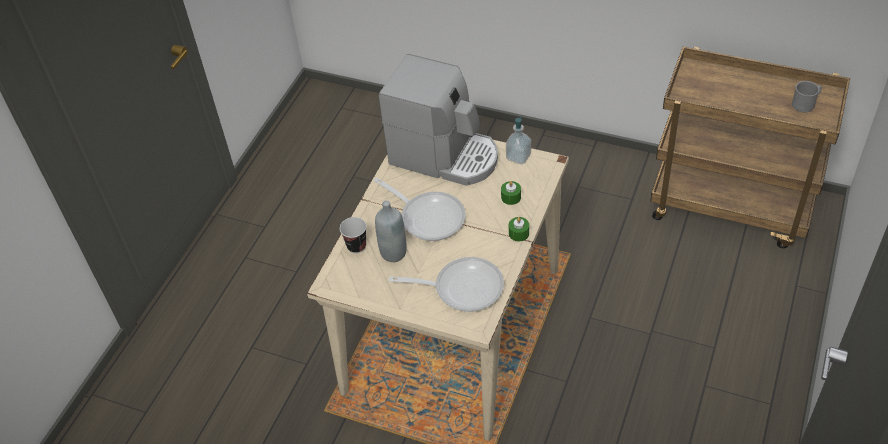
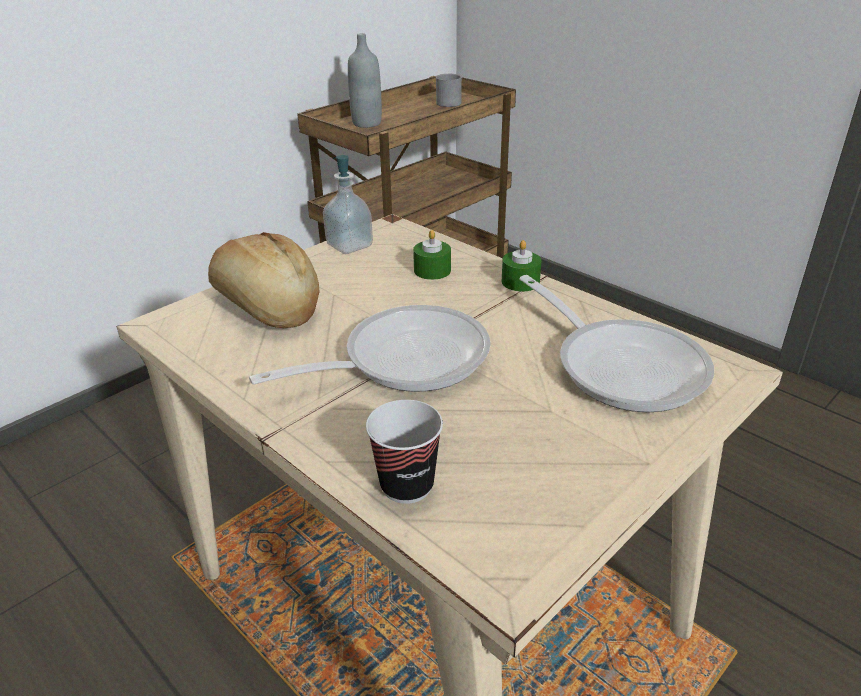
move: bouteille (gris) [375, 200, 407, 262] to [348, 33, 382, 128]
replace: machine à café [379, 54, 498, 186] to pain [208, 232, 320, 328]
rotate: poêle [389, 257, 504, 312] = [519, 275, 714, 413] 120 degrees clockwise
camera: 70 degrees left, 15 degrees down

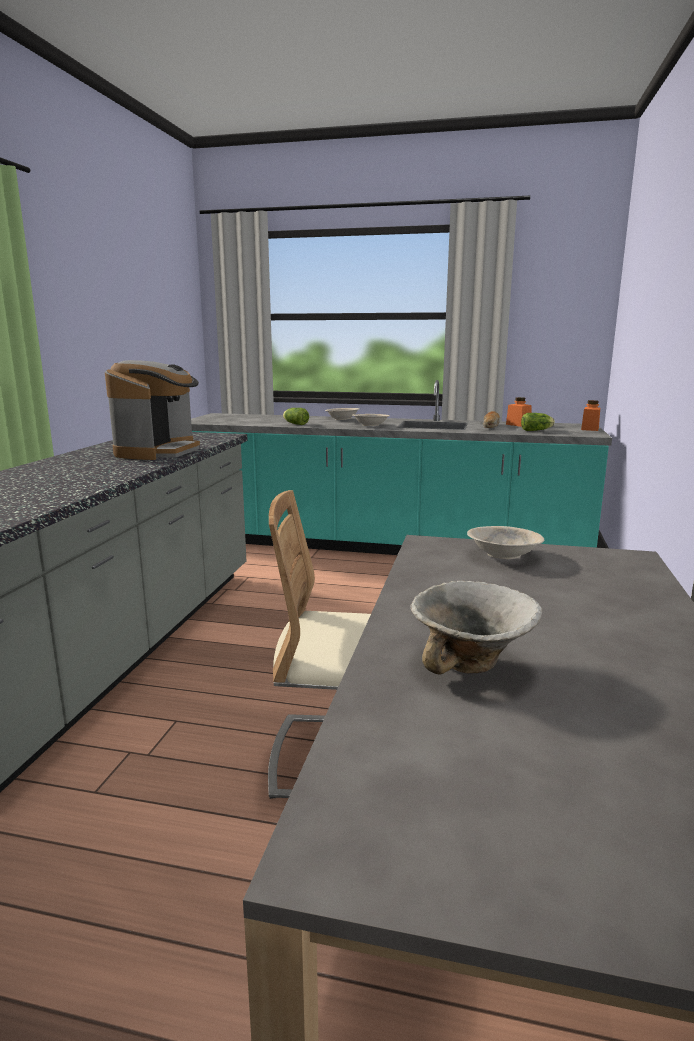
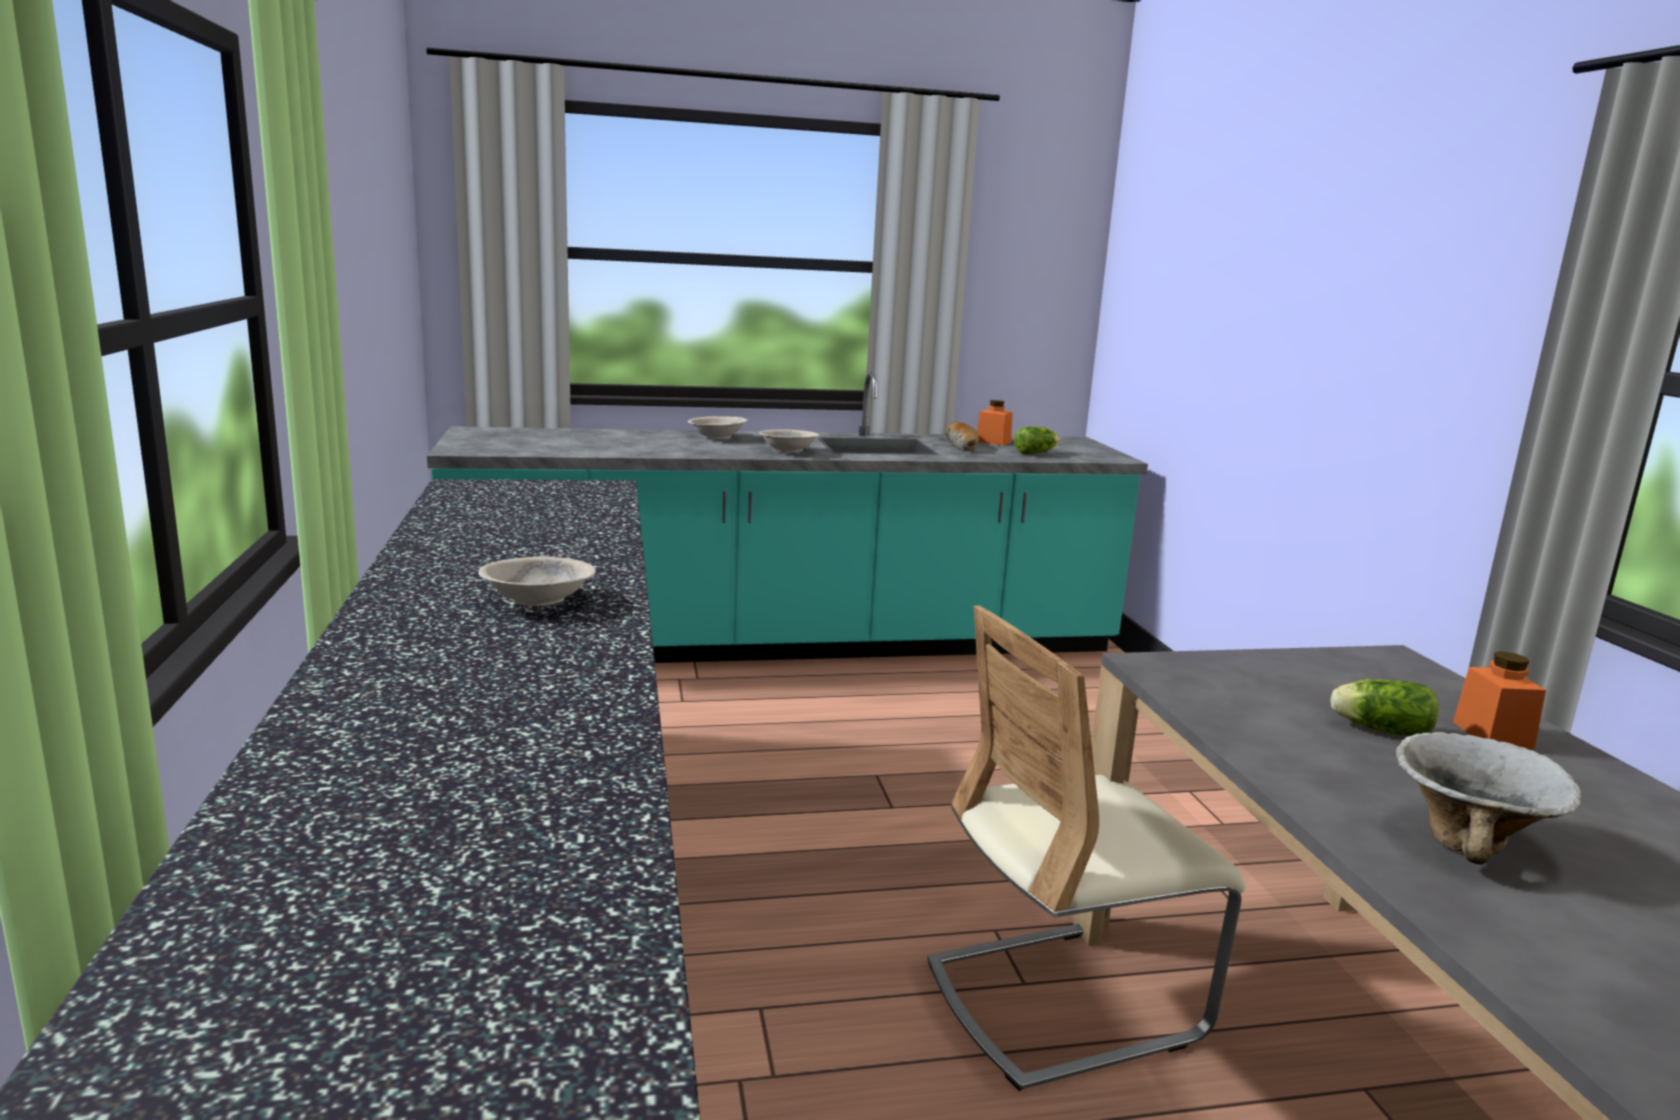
delete: machine à café [105, 360, 200, 460]
move: bocal (orange) [581, 400, 600, 431] to [1453, 651, 1546, 750]; laitue [283, 408, 309, 425] to [1331, 679, 1439, 736]; bol (beige) [467, 526, 544, 559] to [478, 556, 596, 606]
camera: 25 degrees left, 0 degrees up

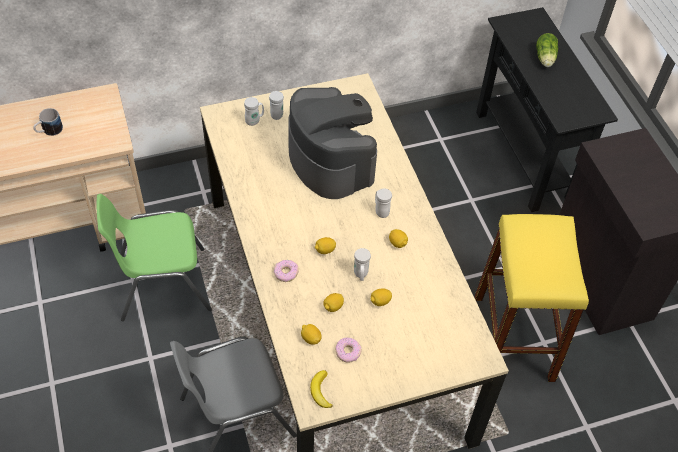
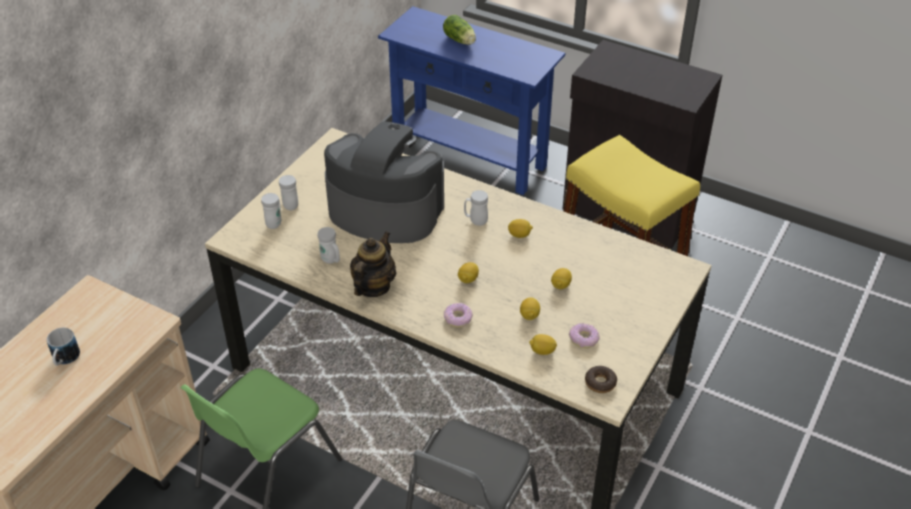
insert: théière [350, 231, 396, 297]
move: mug (blanc) [354, 248, 371, 281] to [318, 227, 340, 264]
replace: banane [310, 370, 333, 408] to beignet [585, 366, 617, 393]
recolor: table console (noir) [476, 7, 618, 212] to table console (bleu) [378, 6, 565, 195]
camera: 40 degrees left, 10 degrees down

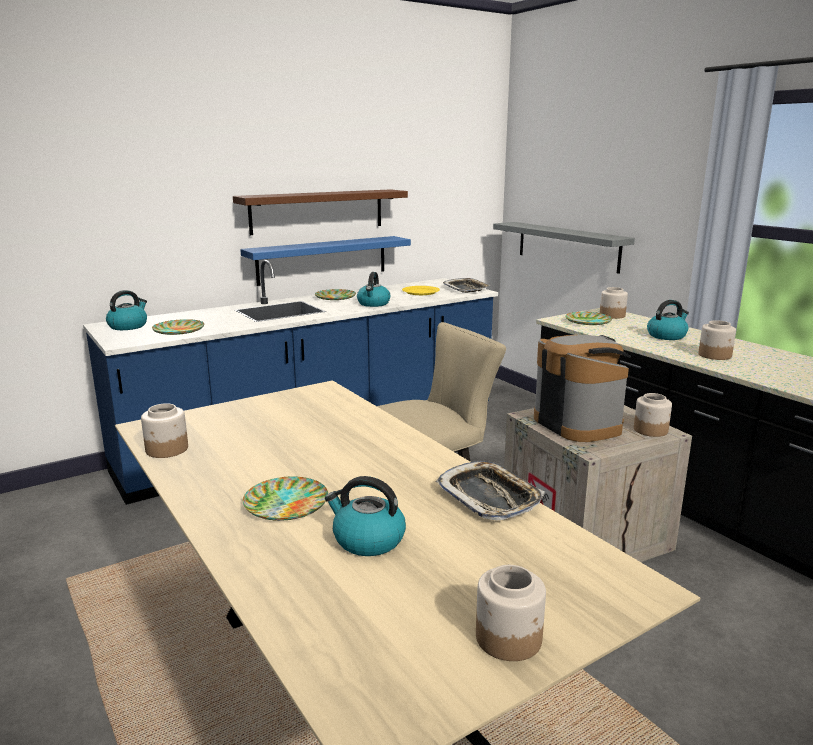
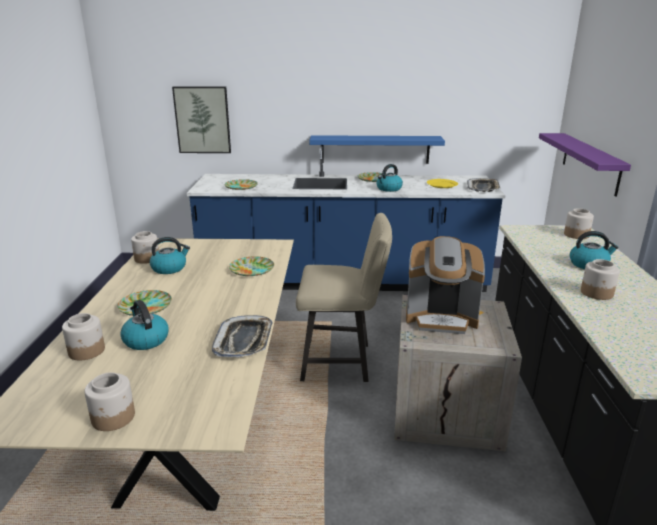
delete: étagère (marron) [233, 189, 408, 235]
insert: tableau [172, 86, 231, 153]
move: bouilloire [106, 290, 147, 330] to [150, 237, 190, 274]; assiette [565, 312, 612, 325] to [229, 257, 274, 276]; bocal [634, 393, 672, 437] to [62, 313, 105, 360]
recolor: étagère (gris) [493, 222, 635, 274] to étagère (violet) [539, 133, 631, 197]
rotate: machine à café [534, 335, 631, 442] = [406, 236, 485, 334] 90 degrees clockwise
camera: 35 degrees right, 5 degrees up

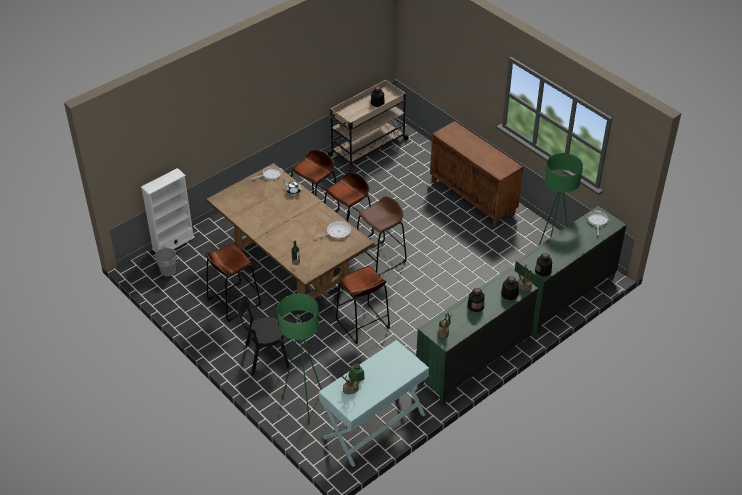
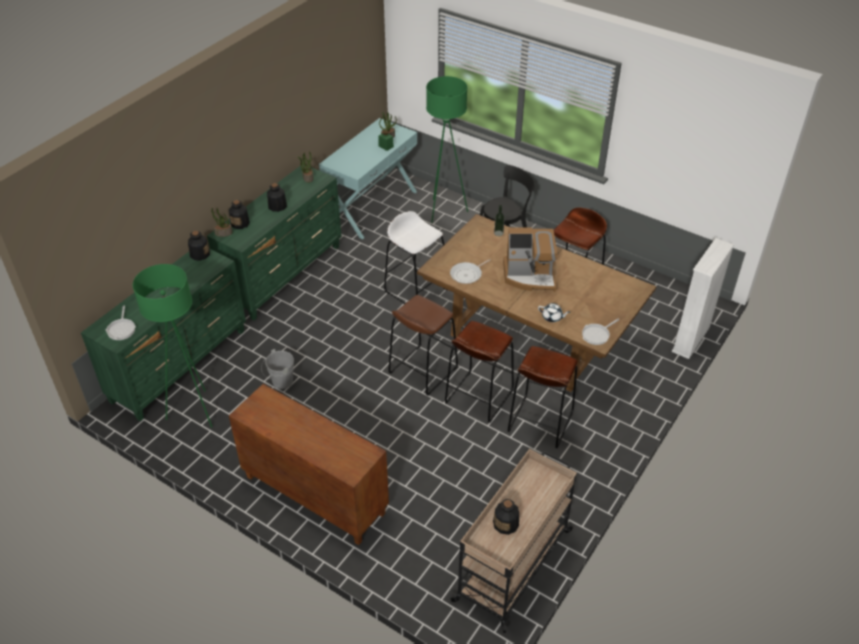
insert: machine à café [503, 227, 557, 292]
move: seau (gris) [155, 246, 181, 277] to [261, 349, 294, 389]
recolor: tabouret (marron) [336, 266, 390, 344] to tabouret (blanc) [384, 211, 447, 304]
camera: 165 degrees right, 0 degrees up

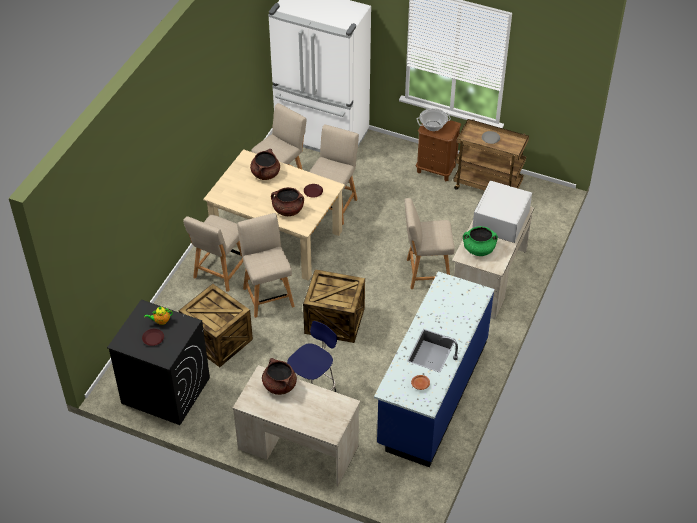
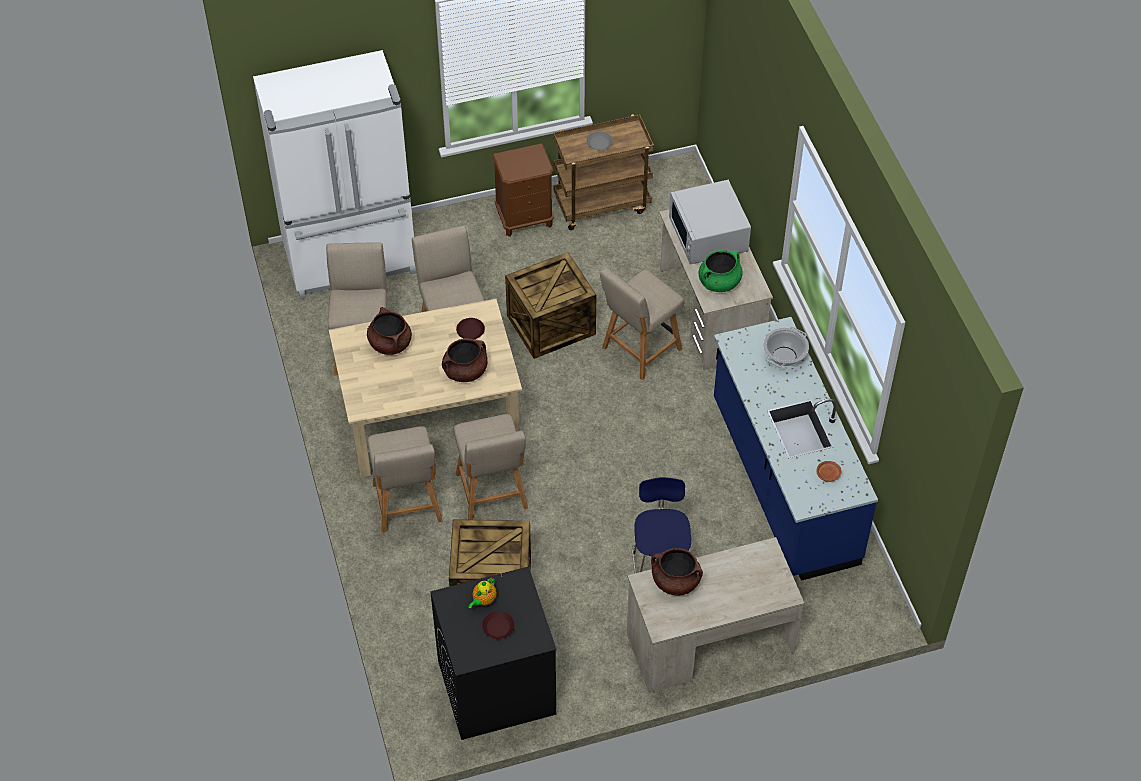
move: marmite [417, 108, 451, 131] to [763, 327, 809, 368]; caisse [303, 269, 365, 343] to [505, 252, 596, 359]
rotate: chaise (beige) [237, 213, 295, 318] = [454, 414, 528, 520] 135 degrees counterclockwise
camera: 40 degrees left, 5 degrees up

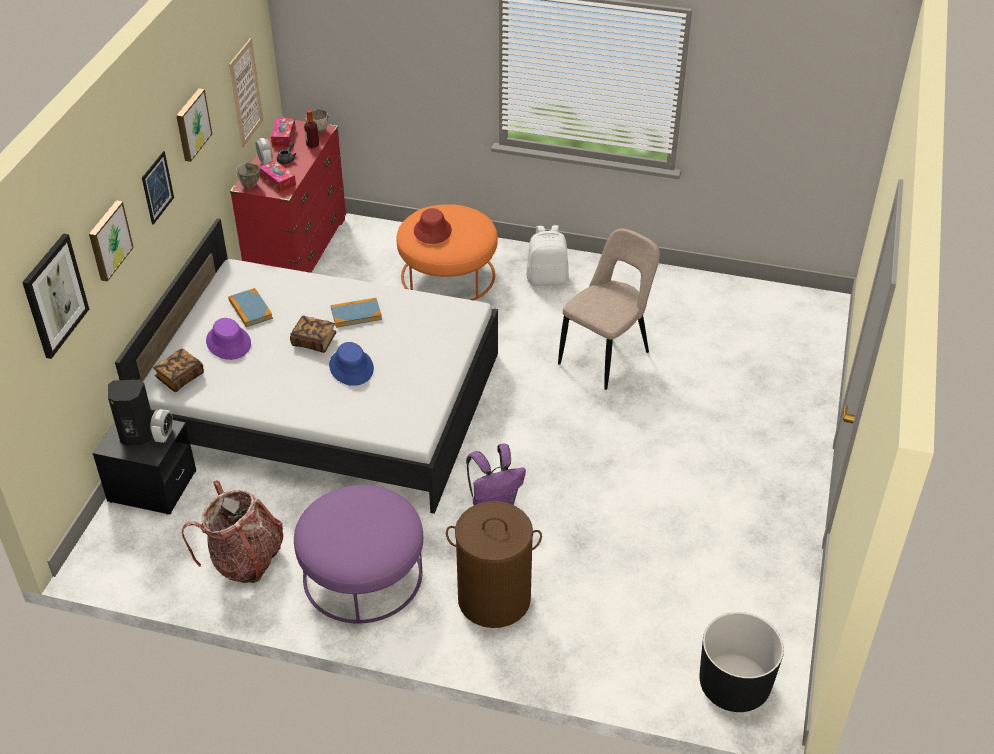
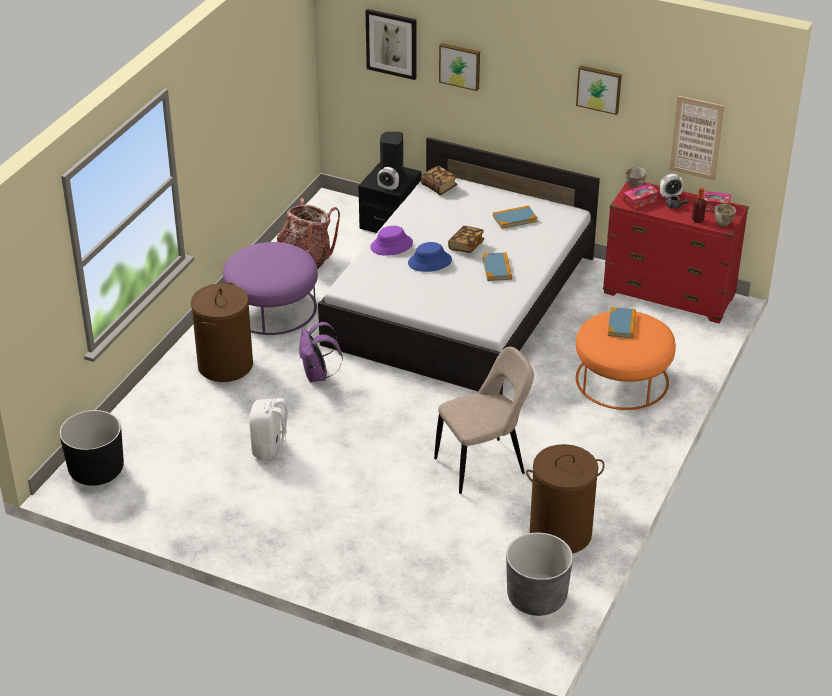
delete: tableau [142, 151, 174, 225]
insert: panier à linge (marron) [526, 444, 605, 554]; cache-pot (gris) [506, 533, 573, 616]
move: sac à dos (blanc) [526, 225, 569, 286] to [249, 398, 296, 461]; chapeau (violet) [206, 318, 251, 360] to [370, 226, 413, 256]
replace: chapeau (rouge) [414, 208, 452, 244] to livre [608, 307, 636, 338]
rotate: chaise (beige) [558, 229, 660, 390] = [434, 347, 534, 494] 75 degrees counterclockwise
camera: 100 degrees right, 5 degrees down

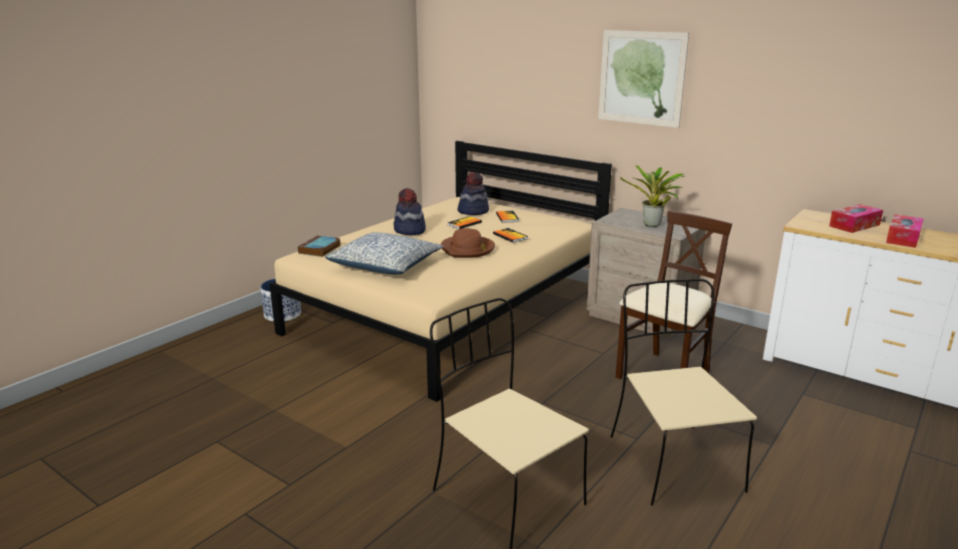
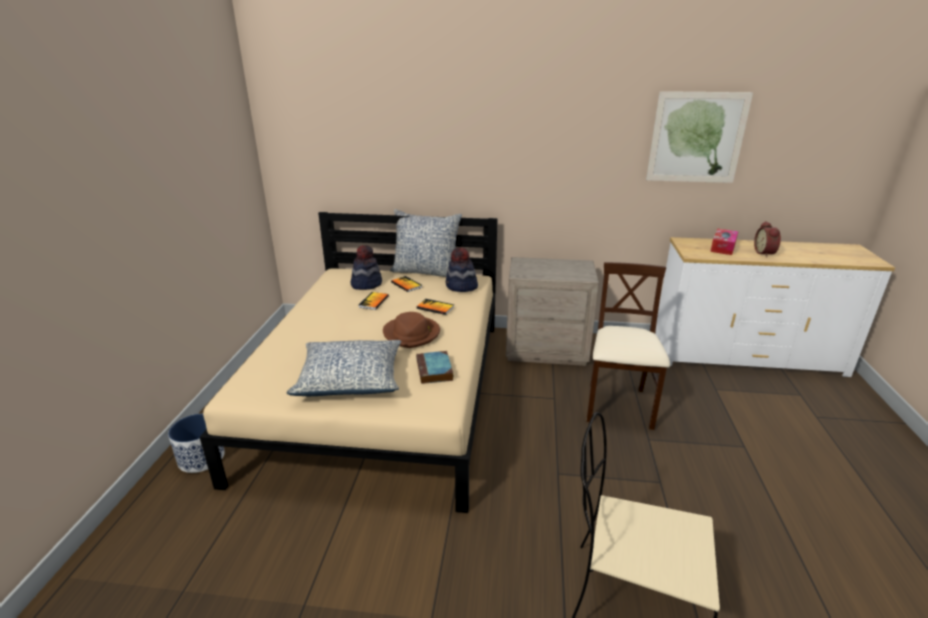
delete: plante en pot [620, 165, 684, 227]; chaise (beige) [610, 279, 757, 506]
insert: coussin [390, 209, 462, 277]
move: tableau [598, 30, 689, 128] to [646, 91, 753, 183]; chapeau [394, 188, 426, 235] to [446, 247, 478, 292]; livre [298, 235, 341, 257] to [416, 351, 454, 384]
replace: boîte à mouchoirs [886, 214, 924, 248] to réveil [754, 221, 781, 257]
camera: 30 degrees left, 5 degrees up

